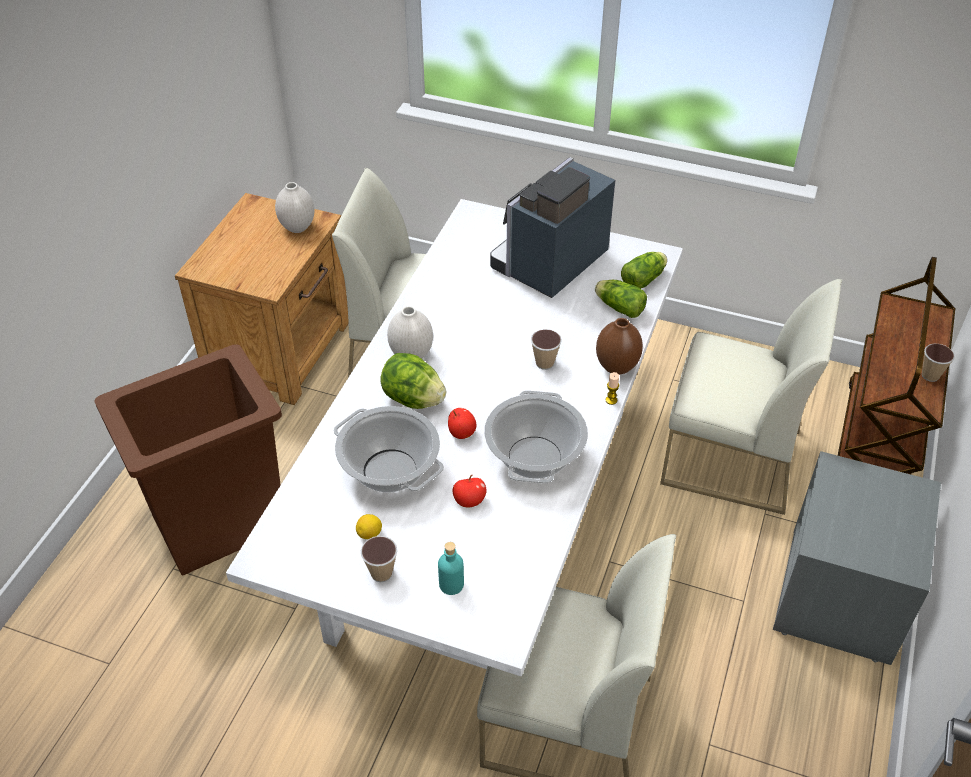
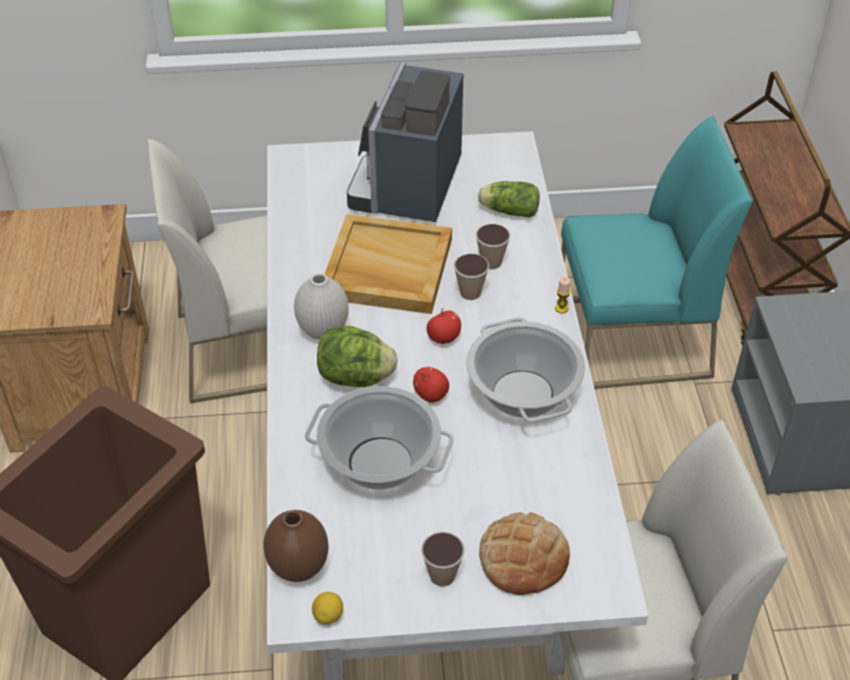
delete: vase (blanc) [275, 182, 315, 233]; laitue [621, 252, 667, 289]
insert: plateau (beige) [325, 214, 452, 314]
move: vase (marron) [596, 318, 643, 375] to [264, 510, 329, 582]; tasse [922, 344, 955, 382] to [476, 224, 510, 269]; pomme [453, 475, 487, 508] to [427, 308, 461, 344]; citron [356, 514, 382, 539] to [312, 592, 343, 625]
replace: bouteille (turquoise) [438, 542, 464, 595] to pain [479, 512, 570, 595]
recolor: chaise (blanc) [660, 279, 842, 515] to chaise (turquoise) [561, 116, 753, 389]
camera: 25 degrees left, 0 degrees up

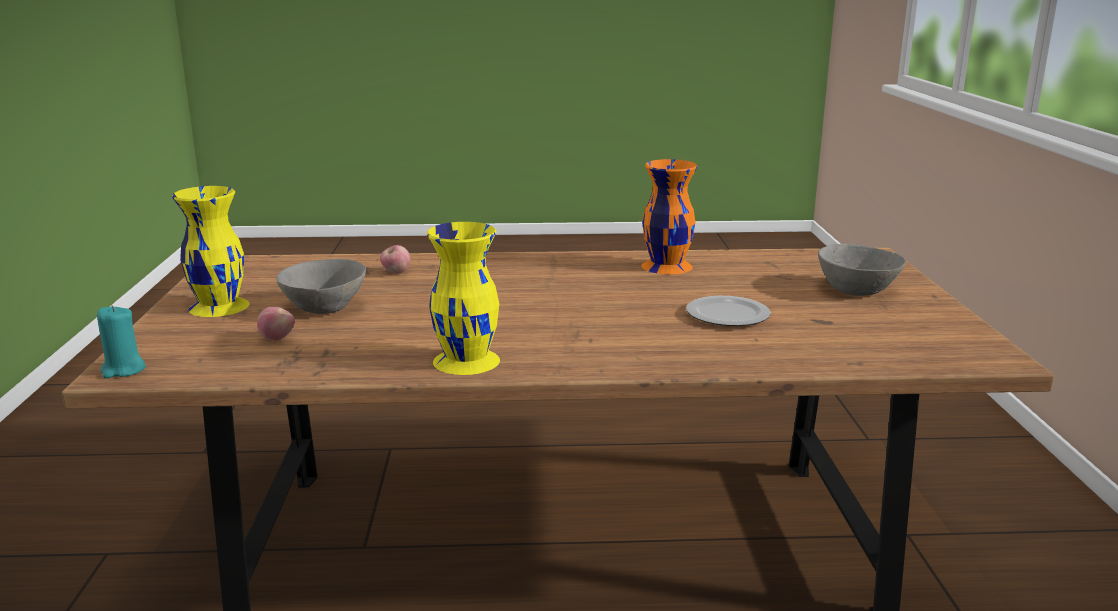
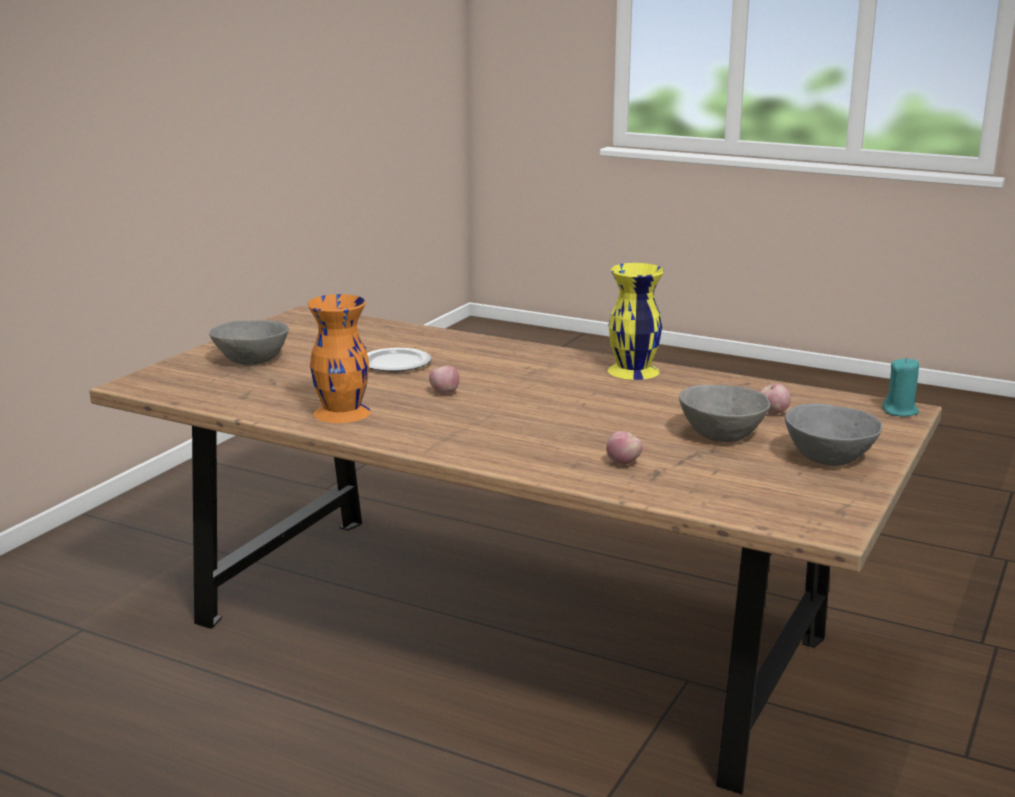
insert: pomme [429, 366, 459, 394]
replace: vase (jaune) [172, 186, 250, 317] to bol (gris) [785, 404, 882, 466]
camera: 150 degrees left, 0 degrees up

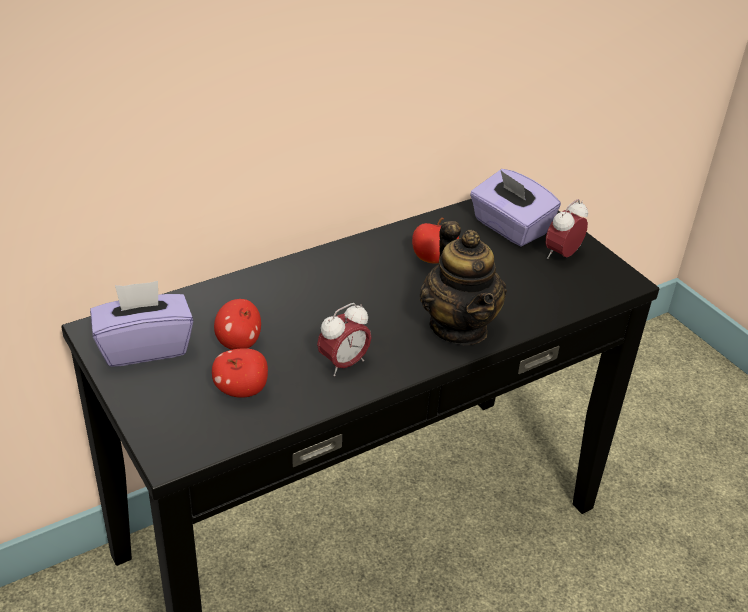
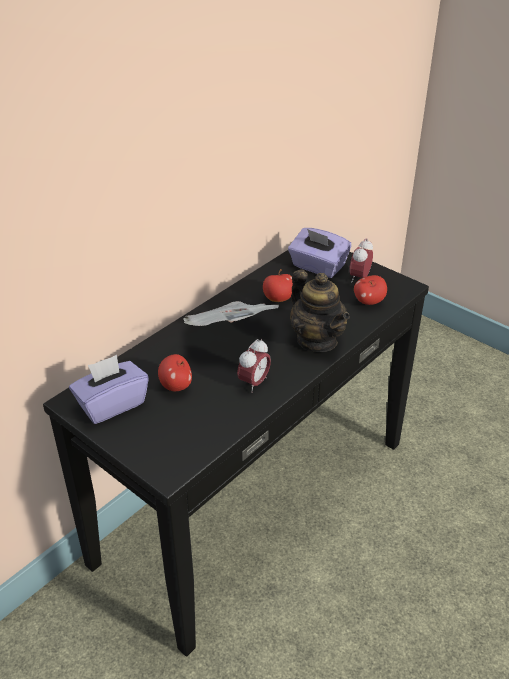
insert: journal [184, 301, 279, 326]
move: pomme [212, 348, 268, 398] to [354, 275, 387, 305]
camera: 15 degrees left, 0 degrees up

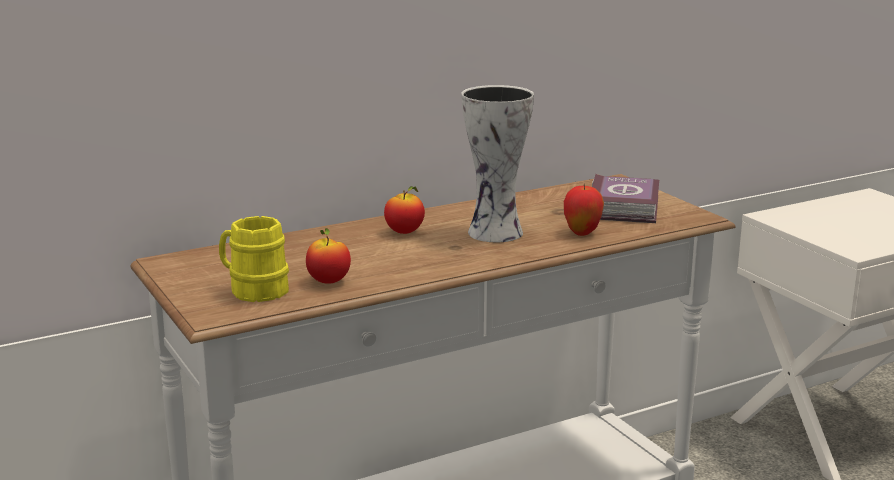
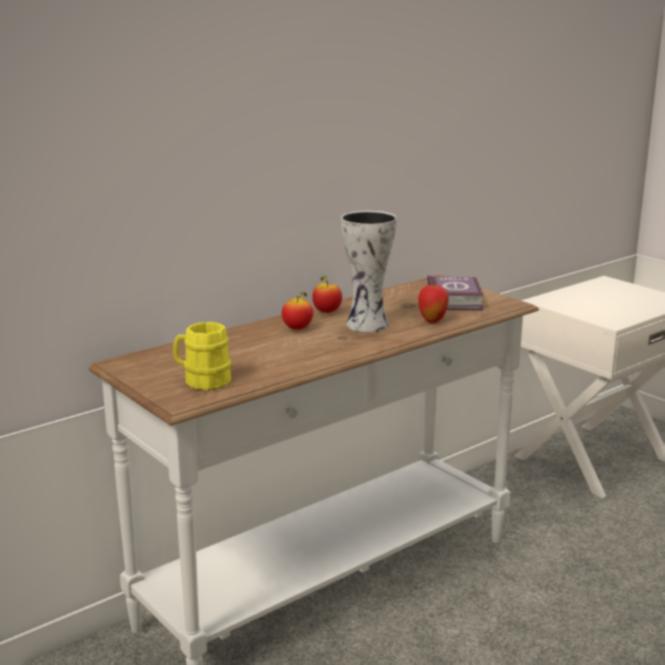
move: pomme [306, 228, 351, 284] to [312, 276, 342, 313]
camera: 10 degrees left, 0 degrees up

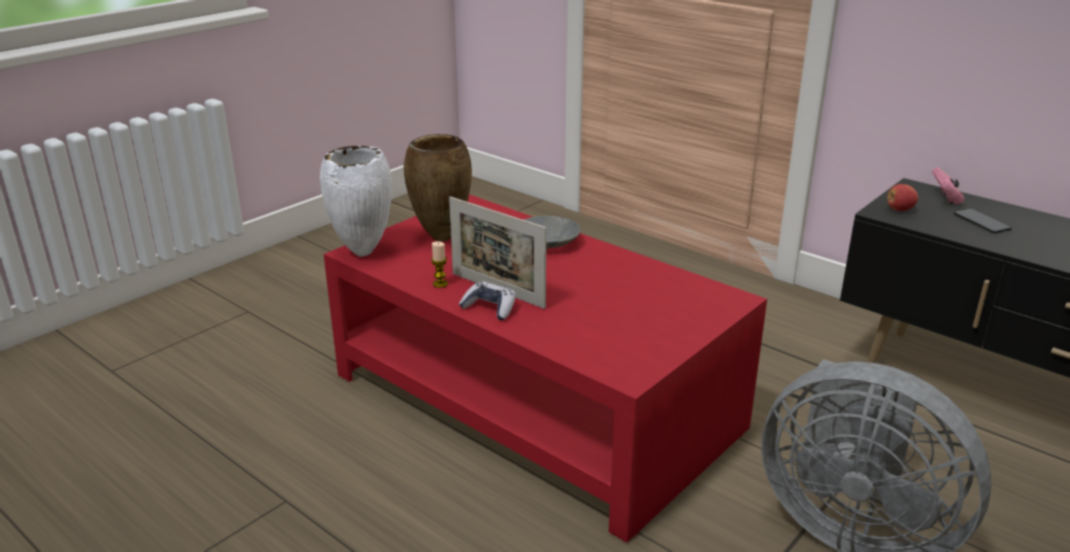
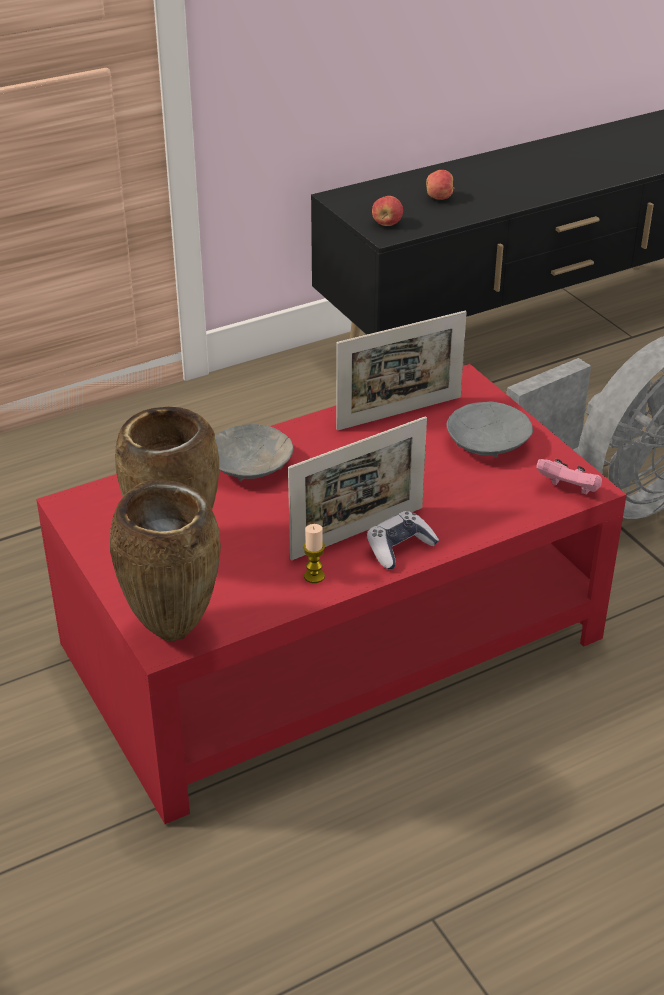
insert: cadre photo [336, 311, 467, 431]; bol (gris) [446, 401, 533, 458]
move: manette (rose) [932, 167, 965, 205] to [536, 459, 602, 494]
replace: téléphone [954, 208, 1012, 233] to pomme [426, 170, 455, 200]
recolor: vase (blanc) [320, 146, 392, 257] to vase (marron) [110, 480, 221, 641]
camera: 70 degrees left, 10 degrees up

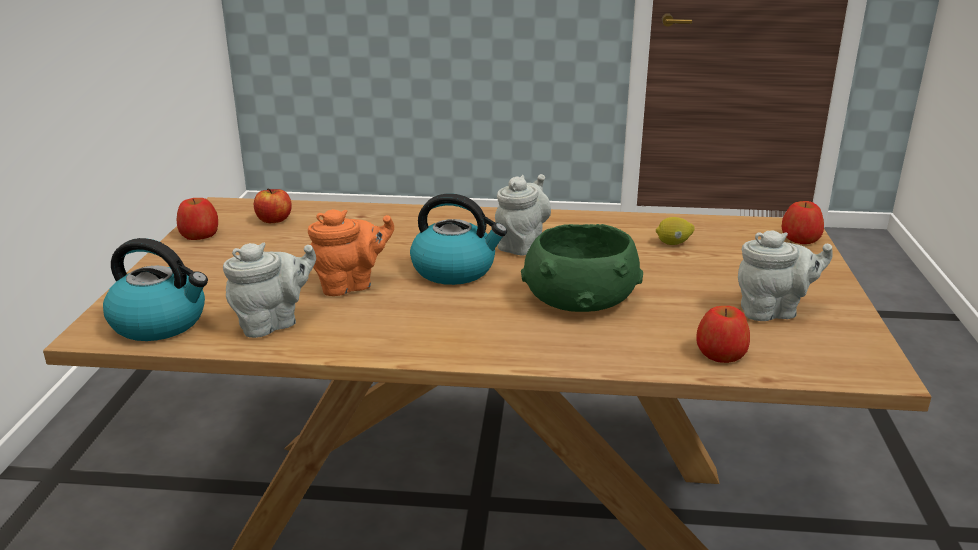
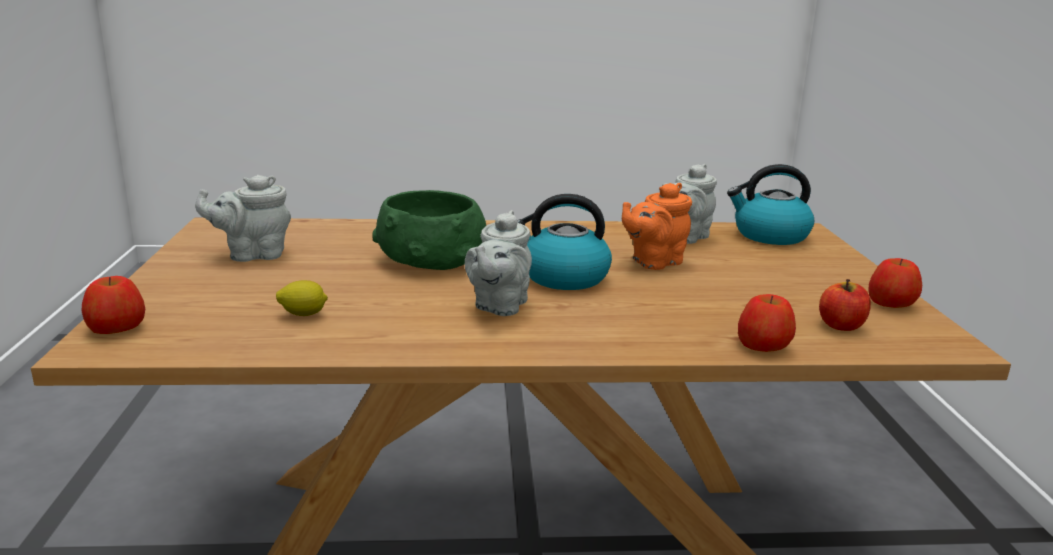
move: pomme [696, 306, 750, 363] to [738, 294, 796, 352]
camera: 170 degrees right, 5 degrees down

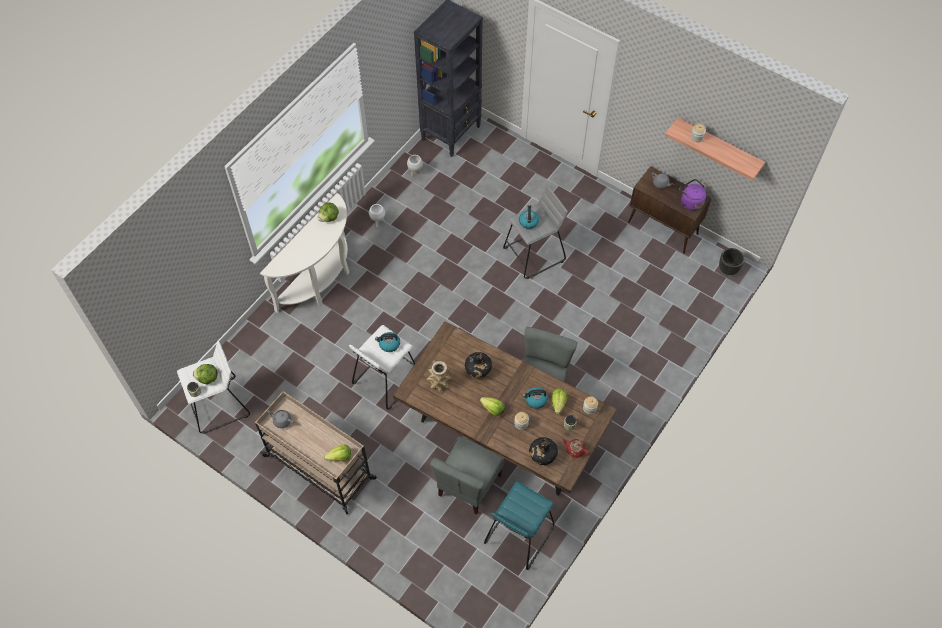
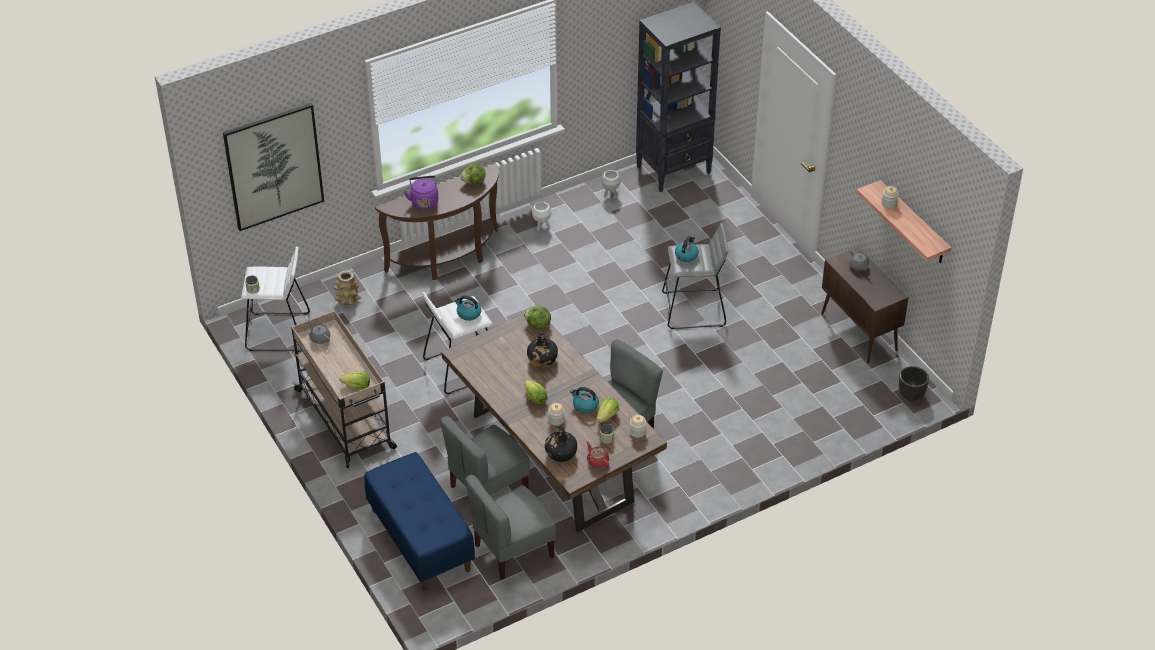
insert: tableau [223, 103, 324, 231]; banc (bleu) [364, 452, 475, 591]
move: bouilloire (violet) [679, 179, 706, 211] to [404, 176, 438, 210]; vase [427, 361, 452, 392] to [333, 270, 361, 306]; laitue [193, 364, 218, 385] to [524, 306, 551, 329]
replace: tabouret (turquoise) [484, 481, 554, 570] to chaise (gris) [465, 475, 556, 579]
recolor: table console (blanc) [260, 193, 350, 313] to table console (marron) [375, 163, 499, 280]
camera: 25 degrees right, 15 degrees down

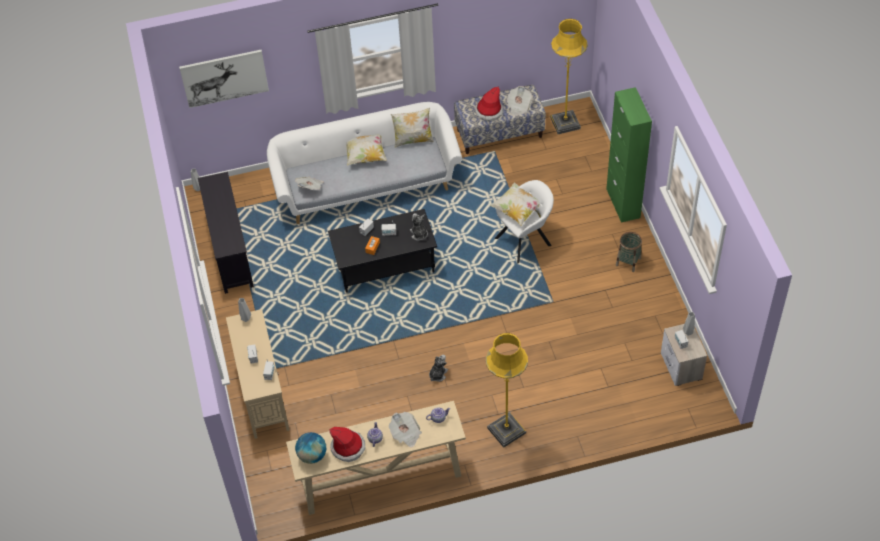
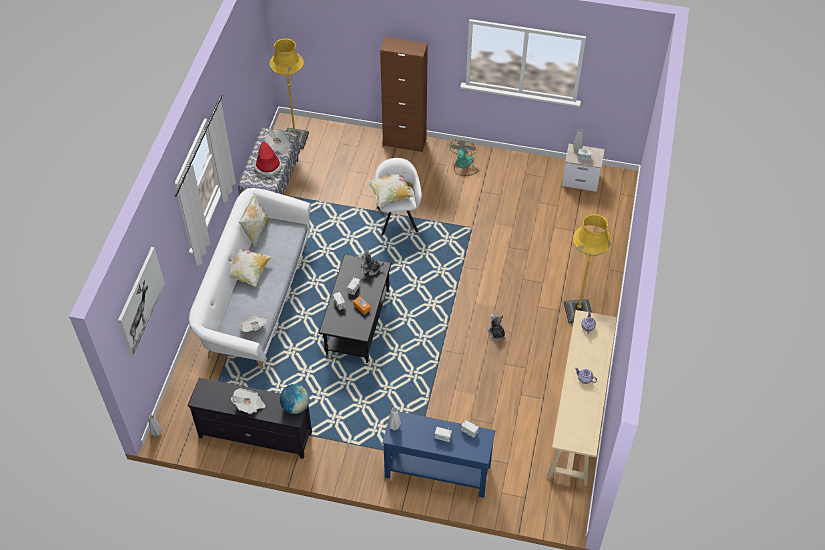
delete: chapeau [330, 427, 366, 462]
move: journal [389, 412, 422, 447] to [231, 388, 265, 414]; globe [295, 432, 326, 464] to [280, 384, 309, 414]
replace: panier [616, 232, 642, 272] to ventilateur [449, 139, 478, 176]
recolor: meuble de rangement (vert) [606, 87, 652, 223] to meuble de rangement (marron) [380, 37, 428, 152]; table console (beige) [226, 309, 289, 439] to table console (bleu) [382, 411, 495, 498]
camera: 65 degrees left, 0 degrees up

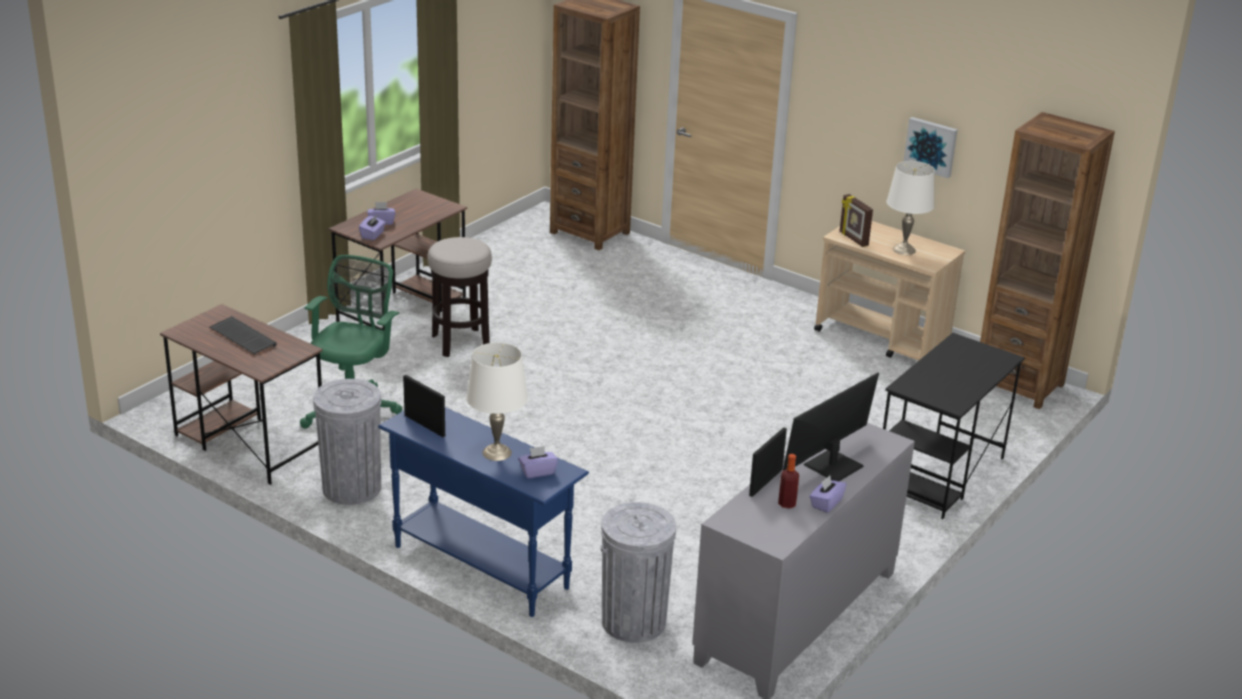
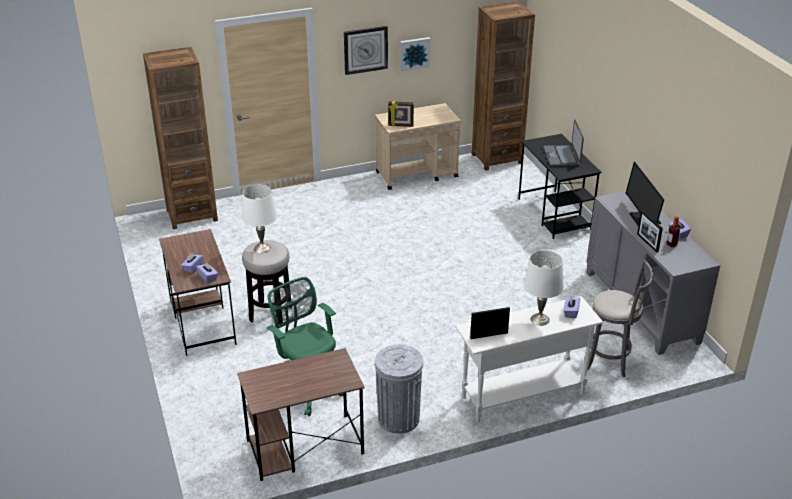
delete: clavier [209, 316, 277, 354]
insert: horloge murale [344, 26, 388, 75]; ordinateur portable [543, 119, 584, 166]
move: lampe de table (blanc) [887, 161, 935, 255] to [241, 185, 278, 253]
replace: poubelle (gris) [601, 502, 676, 643] to tabouret (gris) [588, 260, 653, 377]
recolor: table console (bleu) [378, 407, 589, 617] to table console (blanc) [455, 296, 604, 422]
camera: 55 degrees left, 5 degrees up

